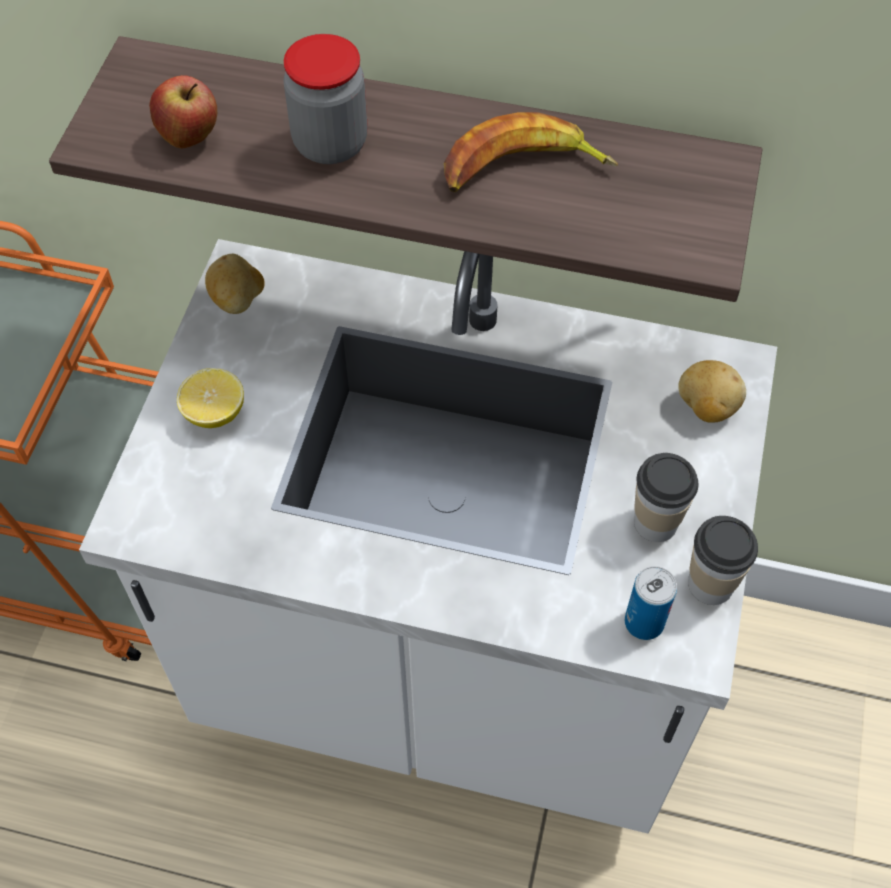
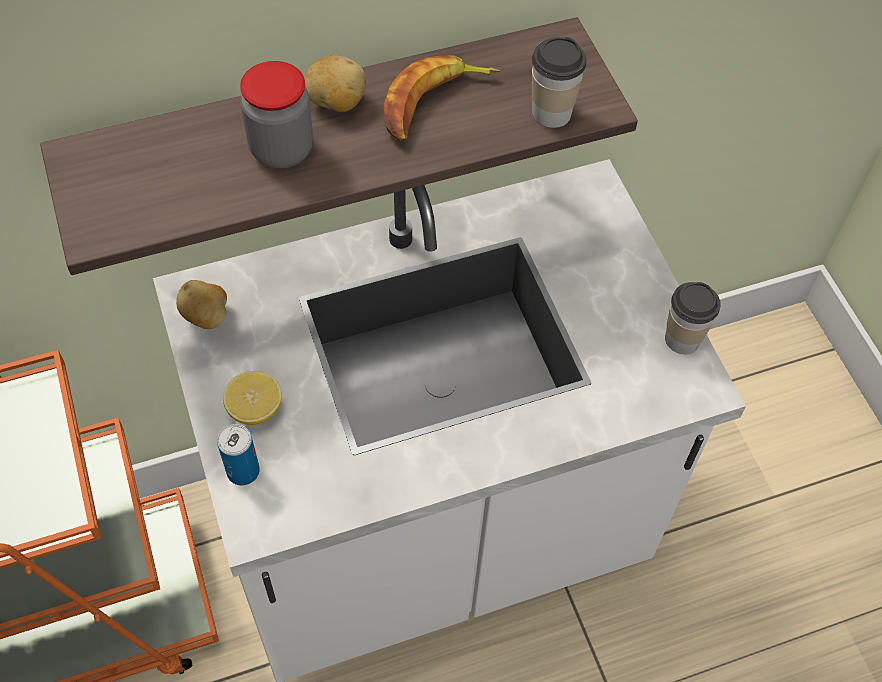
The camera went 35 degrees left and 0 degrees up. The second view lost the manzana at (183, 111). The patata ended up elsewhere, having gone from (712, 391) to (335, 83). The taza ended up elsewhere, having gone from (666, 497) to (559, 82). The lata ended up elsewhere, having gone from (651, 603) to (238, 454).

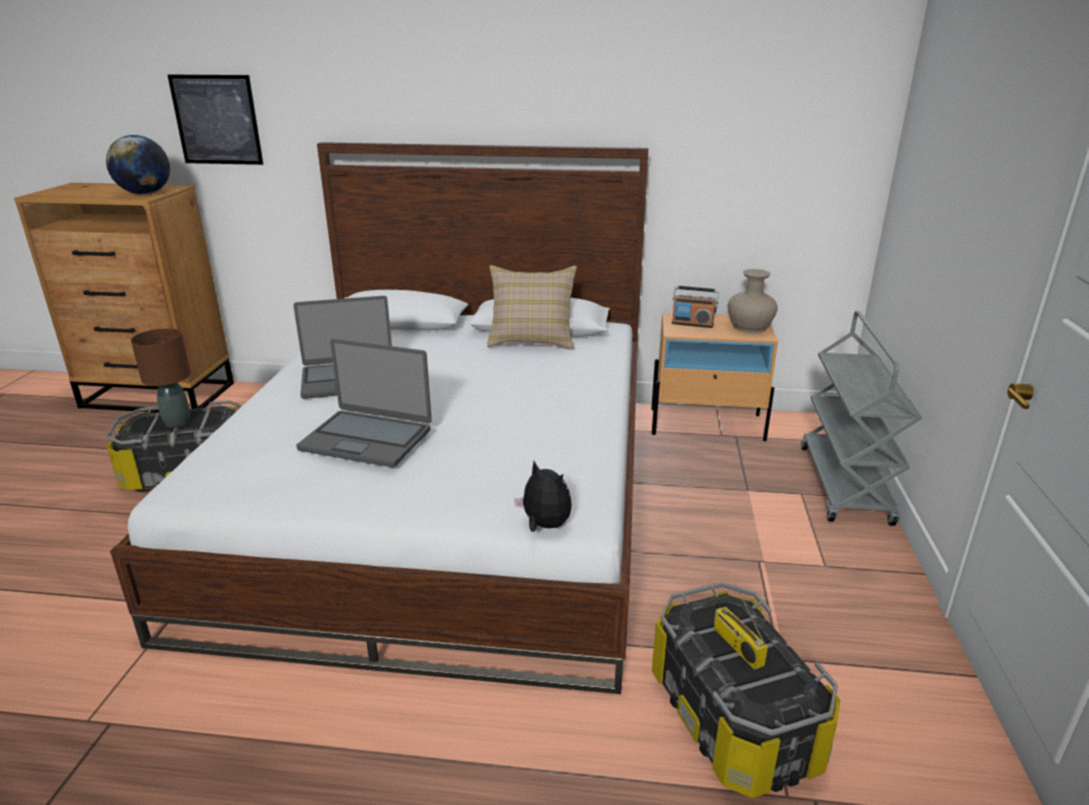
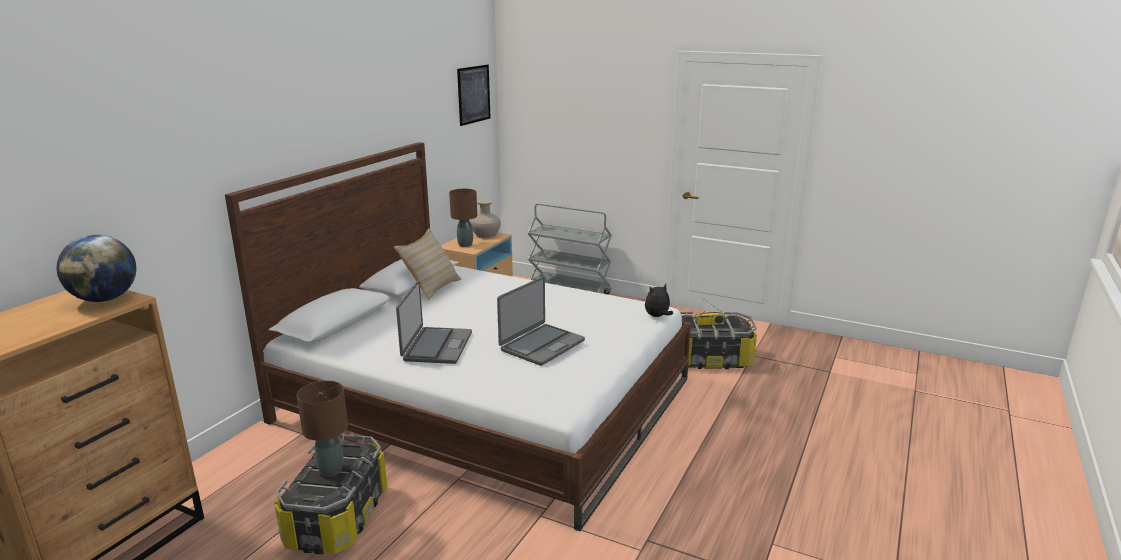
The camera went 70 degrees left and 5 degrees down. The cuadro ended up elsewhere, having gone from (215, 120) to (474, 95). Where the radio stood at (695, 307), the lámpara de mesa (marrón) came to stand at (463, 218).

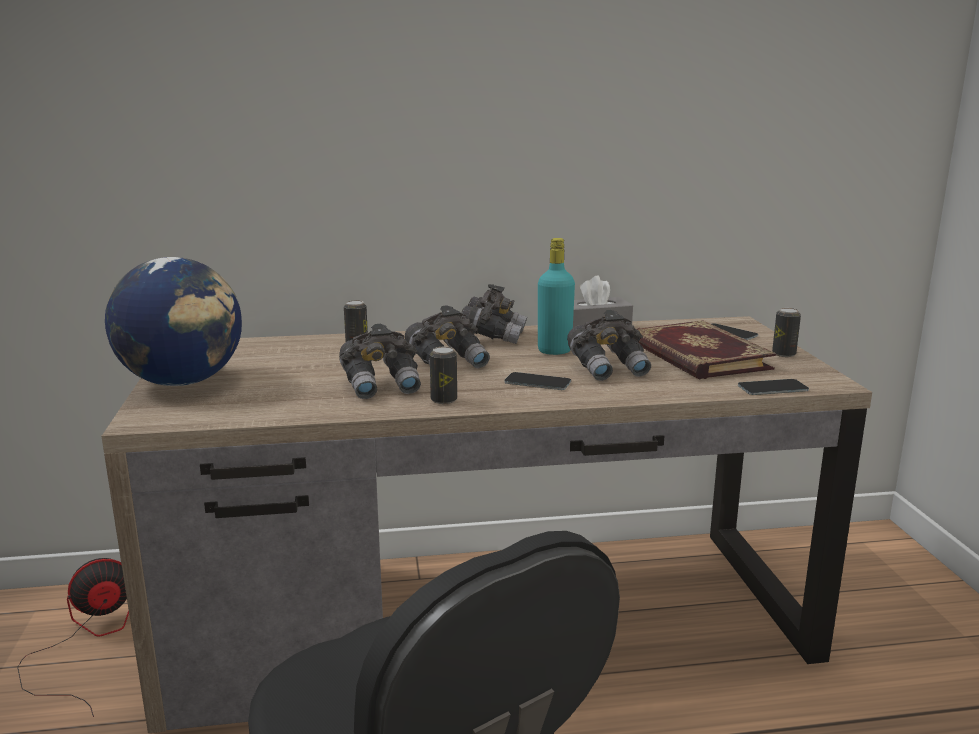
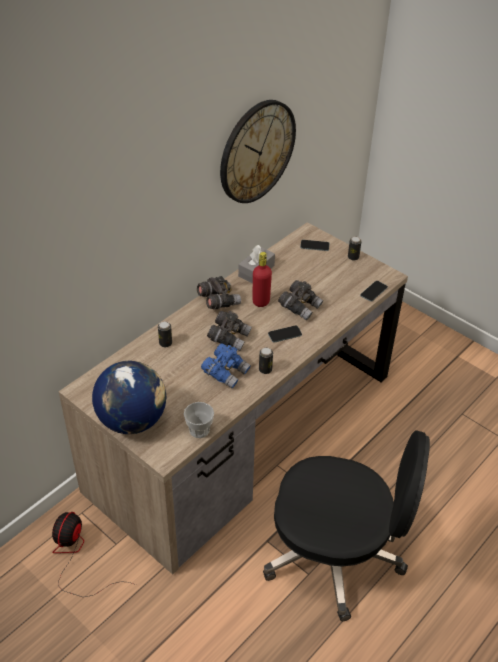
The camera went 40 degrees left and 25 degrees up. What was the botella (turquesa) at (556, 296) turned into the botella (rojo) at (262, 279). The second view lost the libro at (706, 349). What was the prismáticos (gris) at (380, 361) turned into the prismáticos (azul) at (226, 366). The second view gained the reloj de pared at (258, 151). The second view gained the taza at (199, 420).

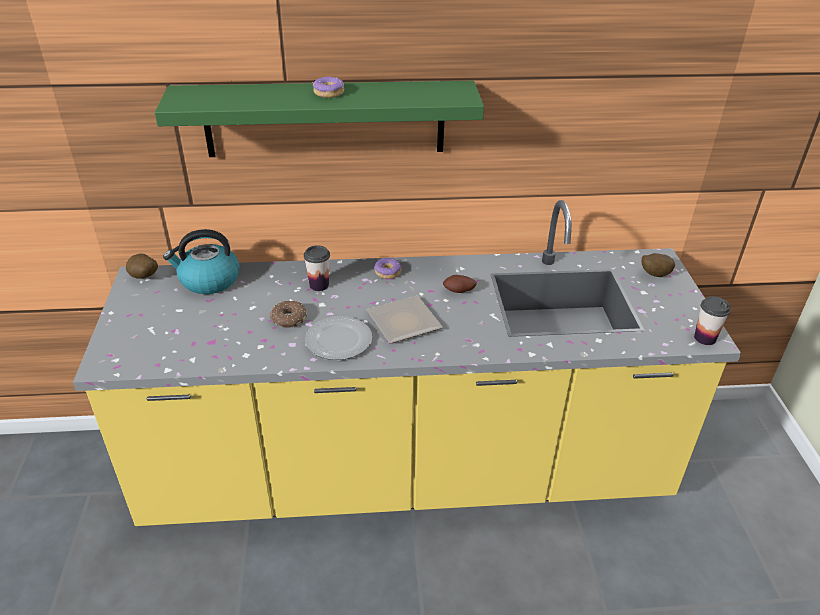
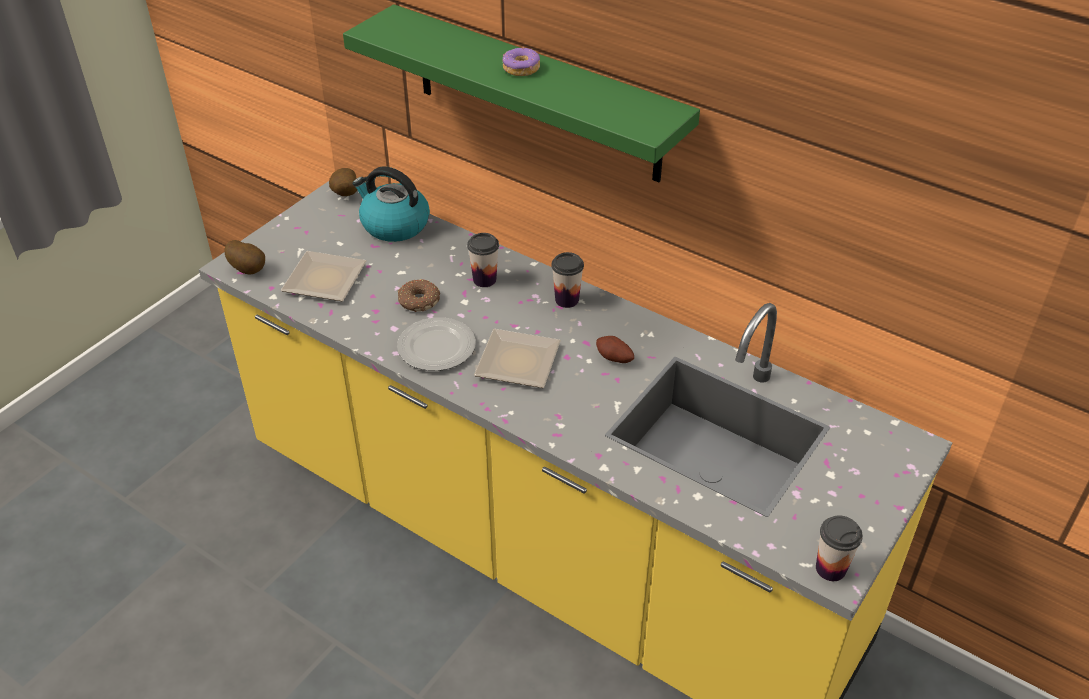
The camera went 40 degrees right and 5 degrees up. The patata ended up elsewhere, having gone from (658, 265) to (244, 257). Where the rosquilla stood at (388, 268), the taza came to stand at (567, 280). The second view gained the plato at (323, 276).

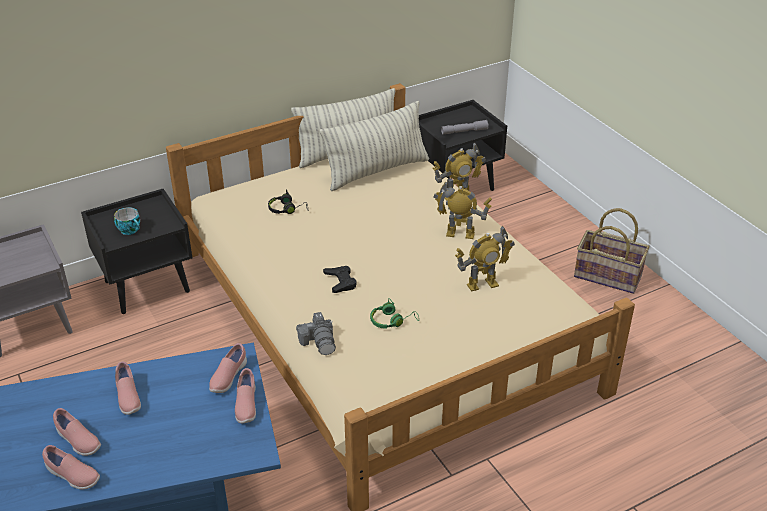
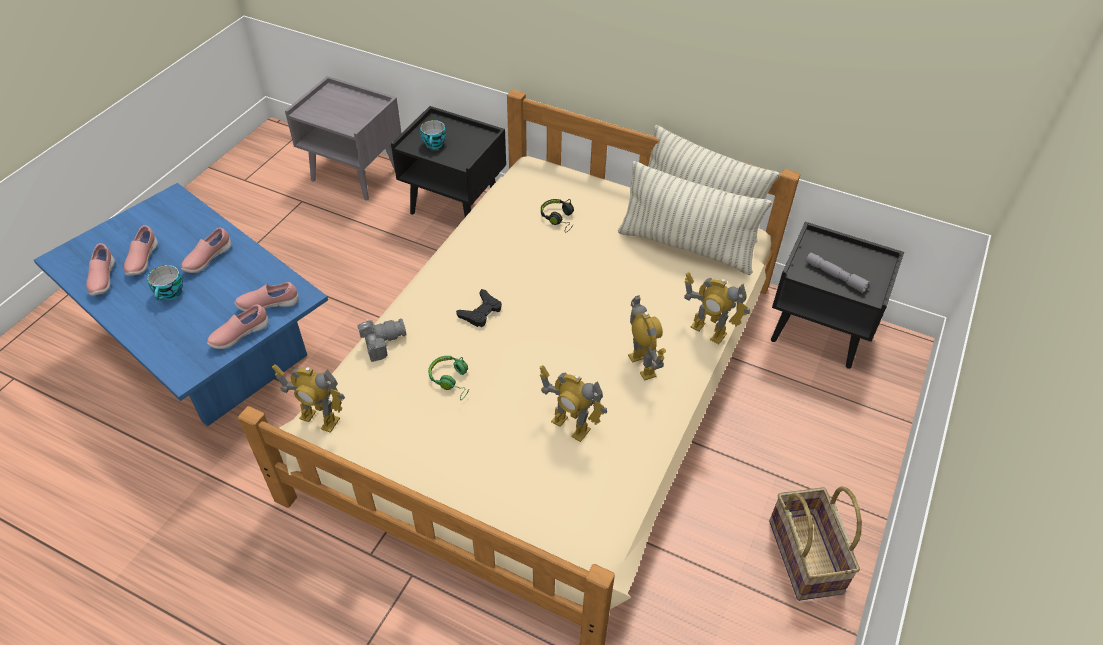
The camera went 55 degrees right and 10 degrees up. The cámara at (316, 333) ended up facing another way, 150 degrees counterclockwise from before. The second view gained the taza at (165, 283). The second view gained the robot de juguete at (308, 398).

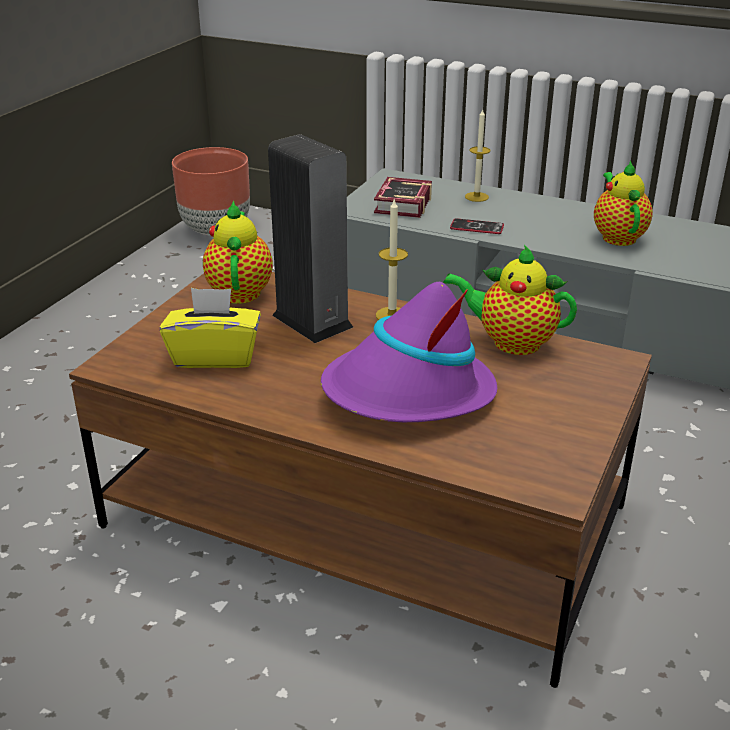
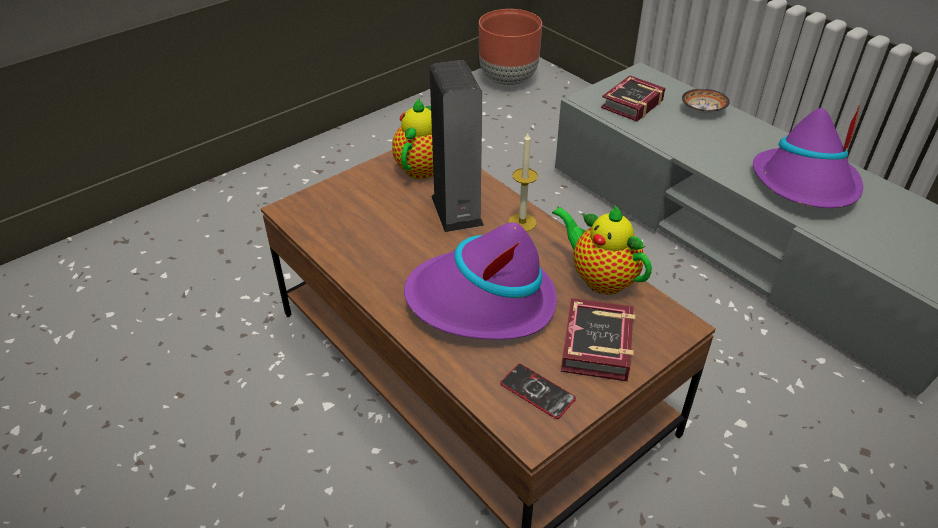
The camera went 25 degrees right and 10 degrees up. Where the vela stood at (477, 155), the cuenco came to stand at (706, 101). Where the tetera stood at (623, 203), the sombrero (morado) came to stand at (808, 156). The móvil ended up elsewhere, having gone from (477, 226) to (538, 391). The second view lost the caja de pañuelos (amarillo) at (210, 328). The second view gained the libro at (598, 340).

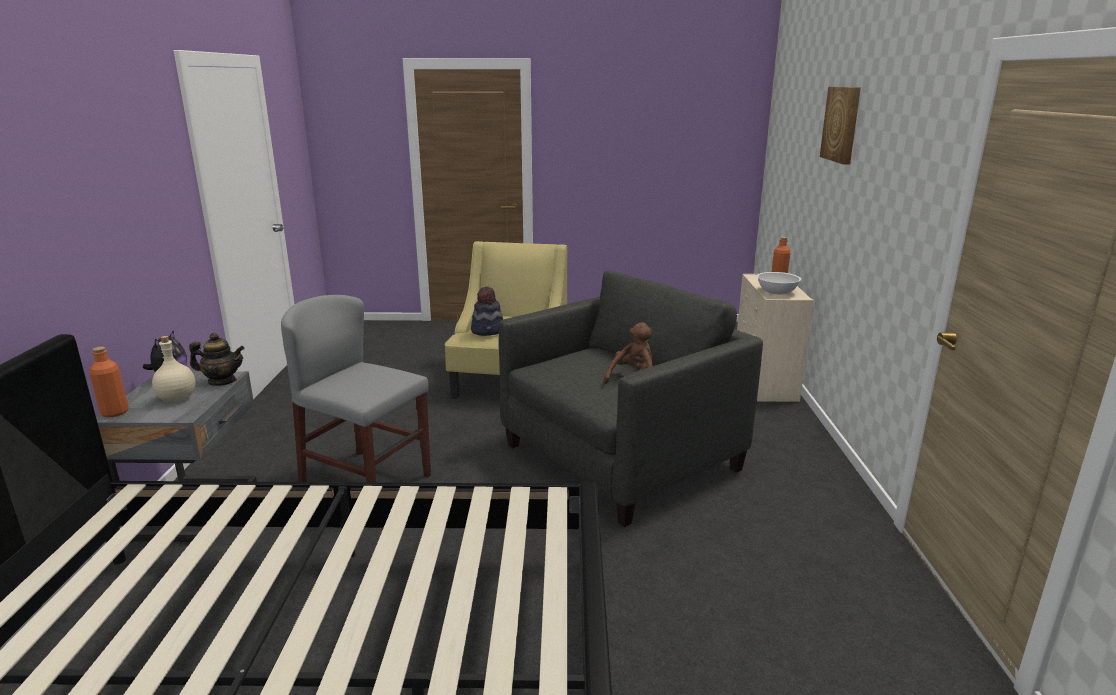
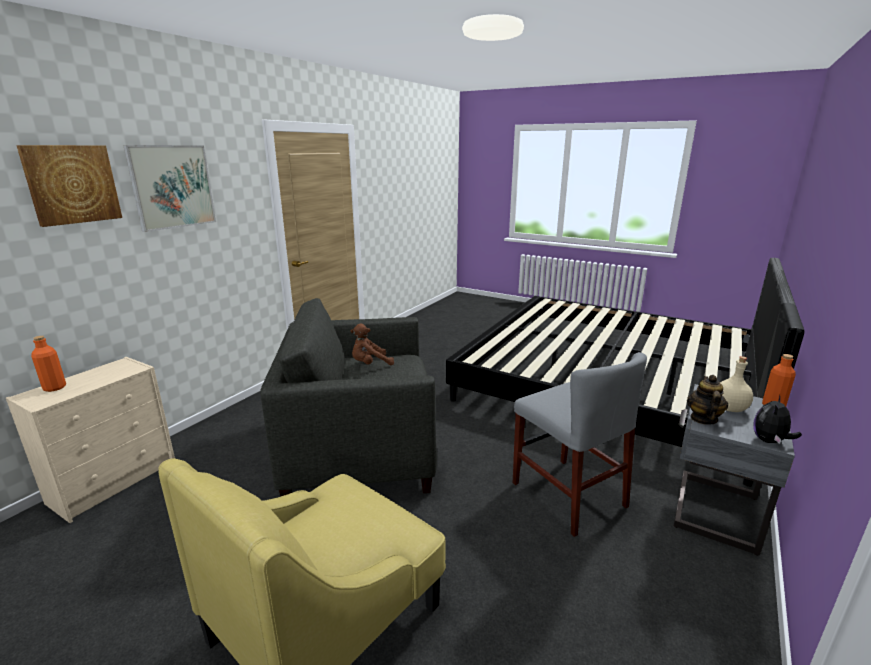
The camera went 150 degrees left and 0 degrees up. The second view lost the cuenco (blanco) at (779, 283). The second view lost the sombrero at (487, 311). The tetera at (217, 359) ended up facing another way, 75 degrees clockwise from before. The second view gained the cuadro at (169, 188).

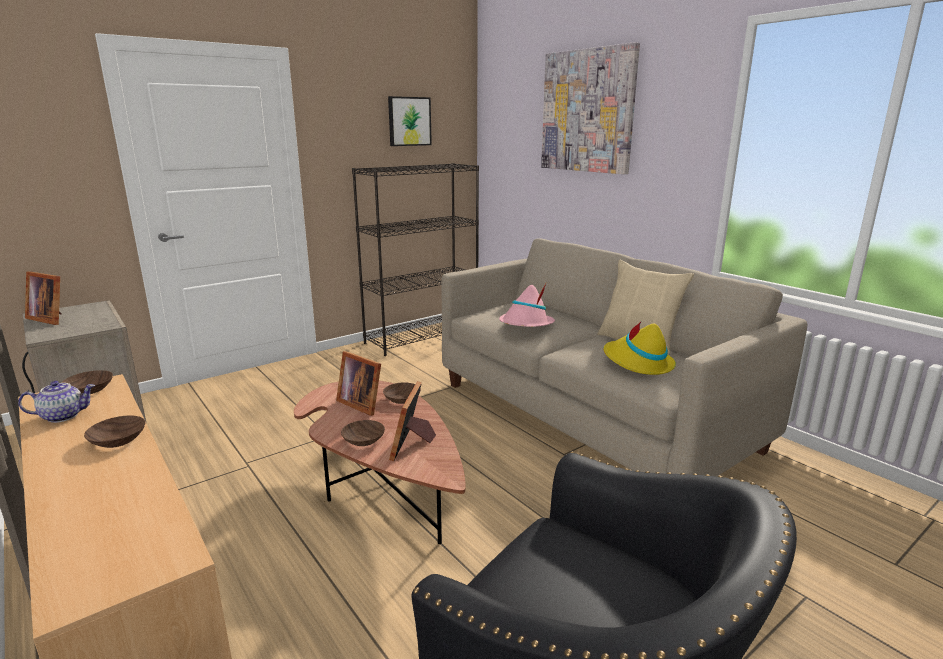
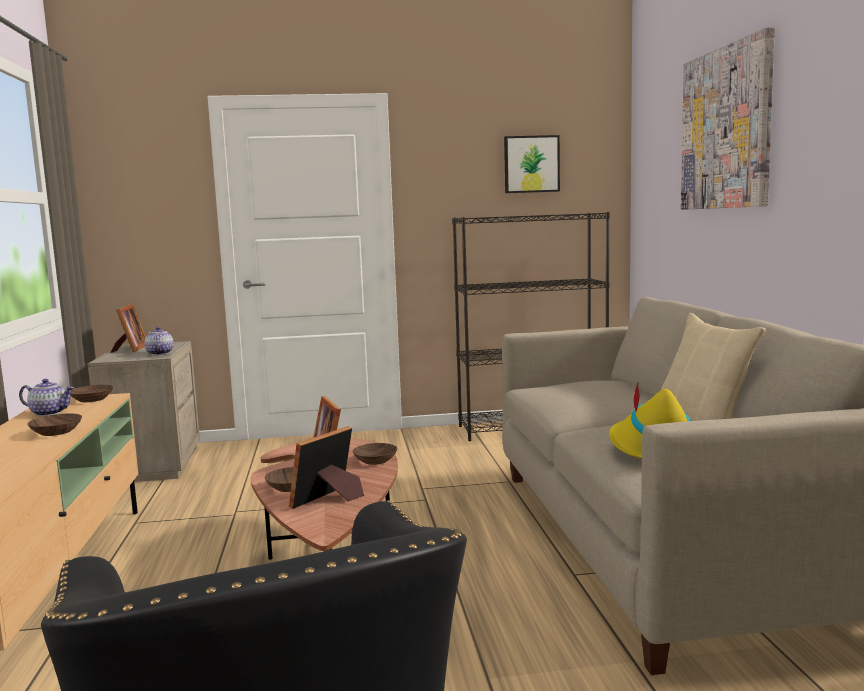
The camera went 30 degrees right and 10 degrees down. The portarretratos at (43, 298) ended up facing another way, 150 degrees counterclockwise from before. The second view lost the sombrero (rosa) at (527, 305). The second view gained the tetera at (159, 341).

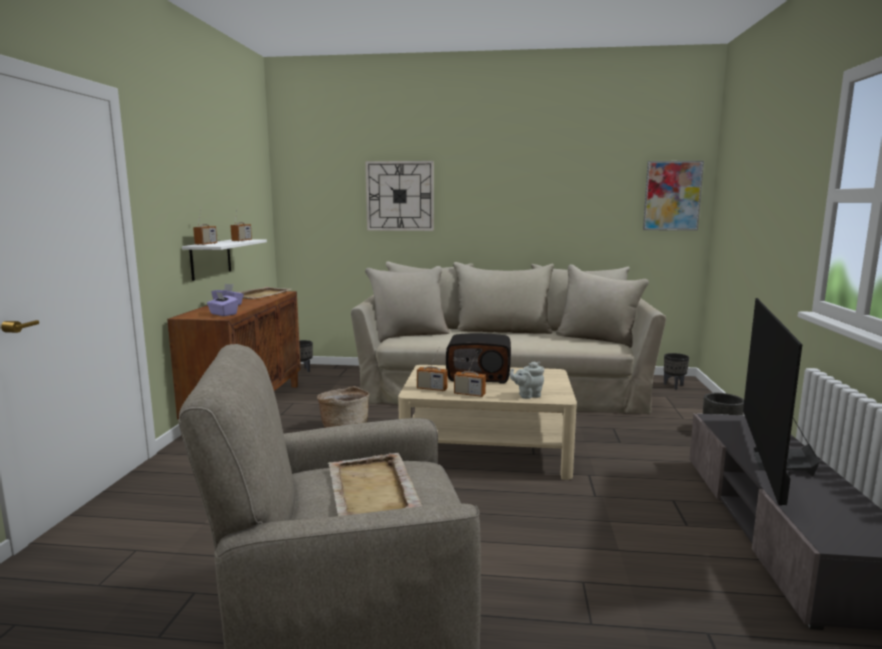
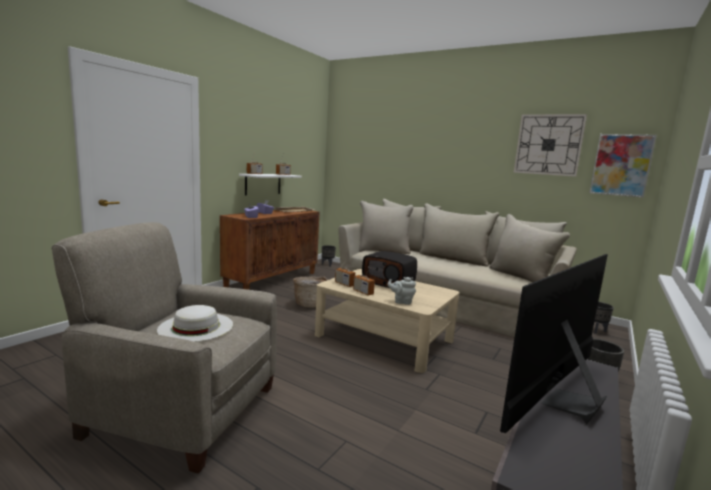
The camera went 25 degrees right and 0 degrees up. The reloj de pared ended up elsewhere, having gone from (399, 196) to (550, 145). Where the bandeja (beis) stood at (375, 484), the sombrero (blanco) came to stand at (195, 323).

